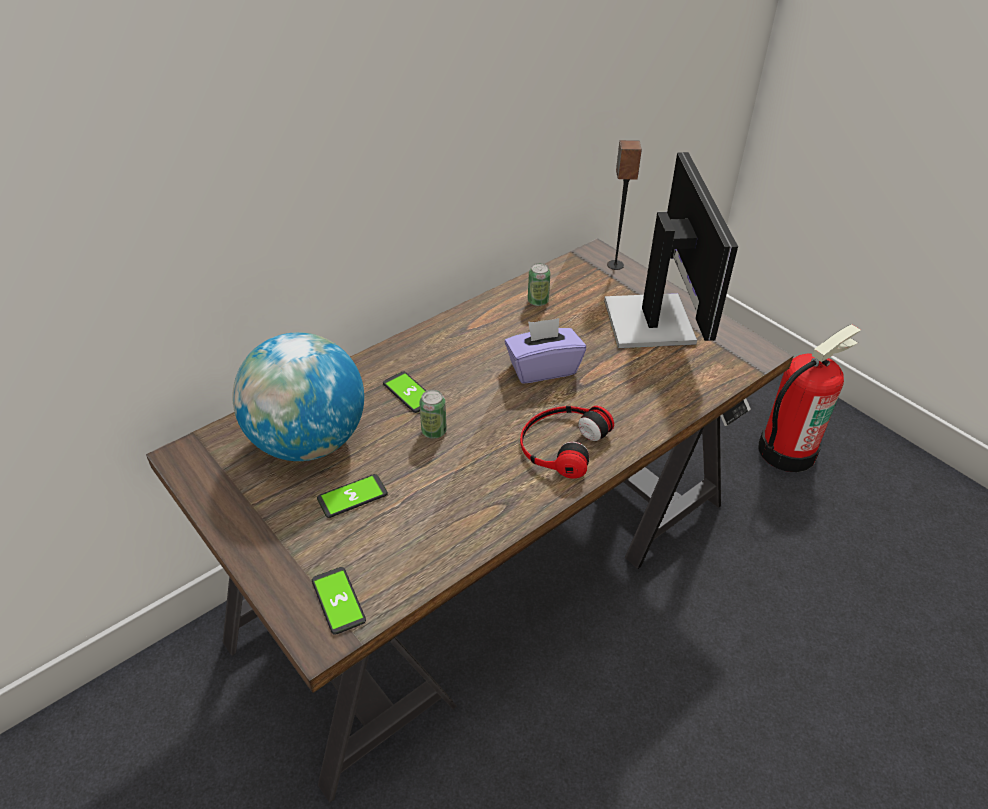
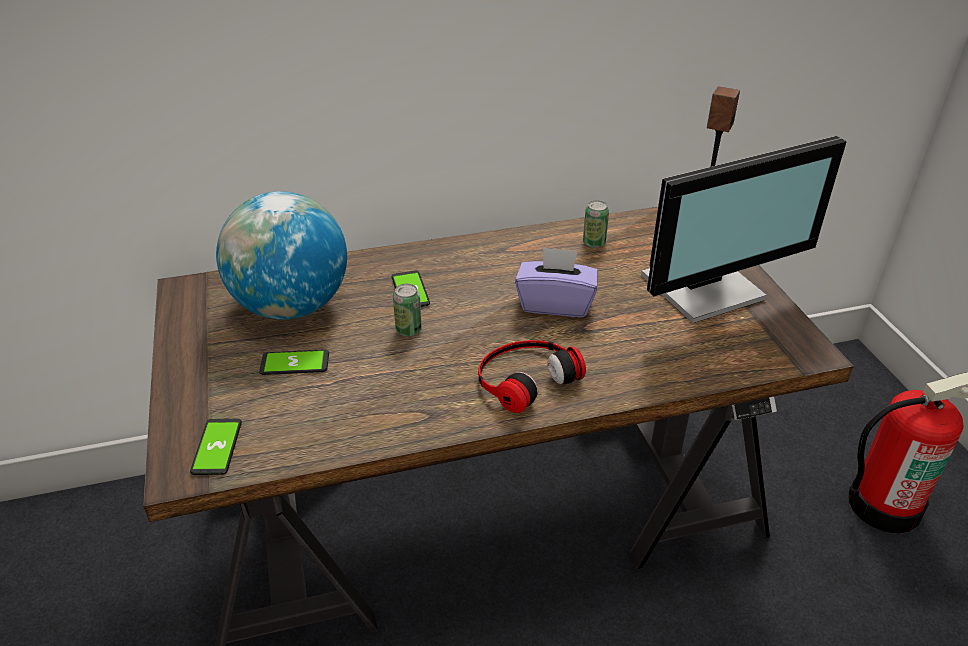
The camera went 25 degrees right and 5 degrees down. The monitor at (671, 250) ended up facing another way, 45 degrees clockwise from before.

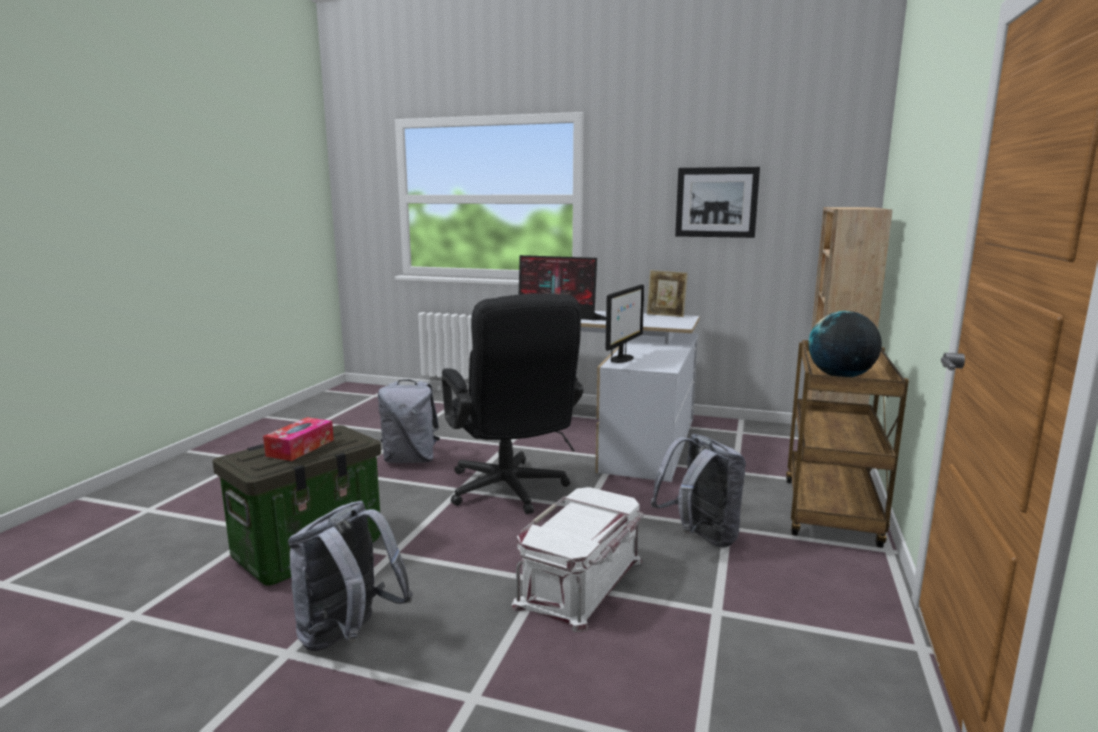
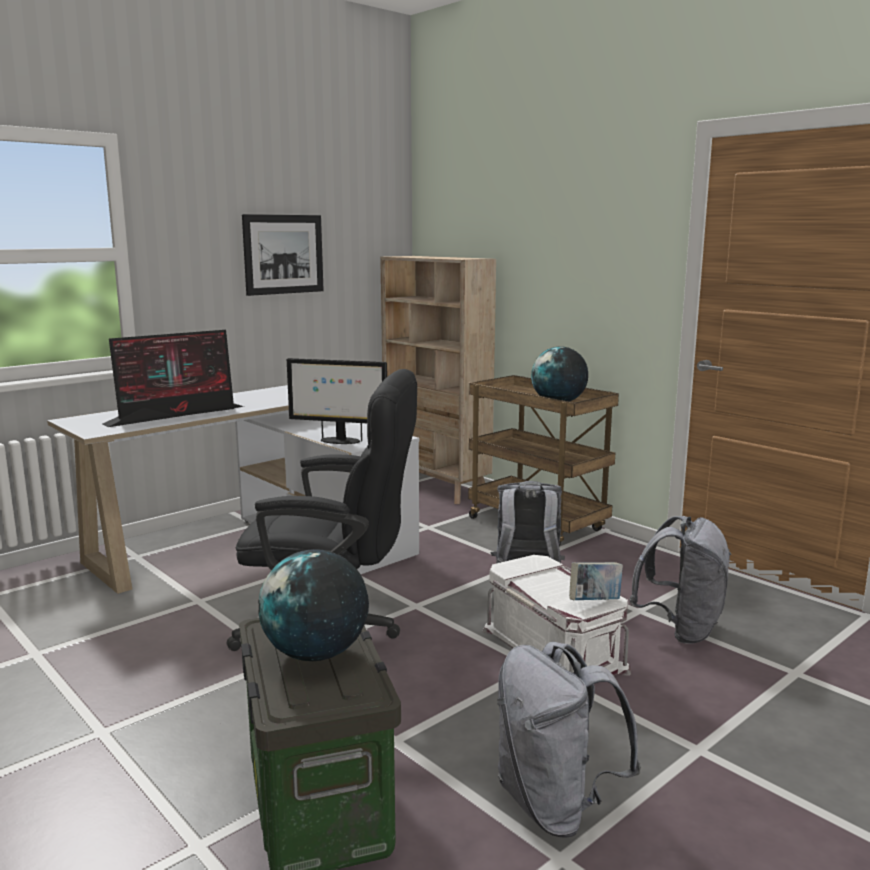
The camera went 60 degrees left and 0 degrees up. The second view lost the portarretratos at (667, 293). The monitor at (624, 323) ended up facing another way, 135 degrees clockwise from before. The mochila (gris) ended up elsewhere, having gone from (409, 421) to (680, 580). Where the caja de pañuelos stood at (298, 439), the globo terráqueo came to stand at (314, 605). The second view gained the libro at (596, 581).

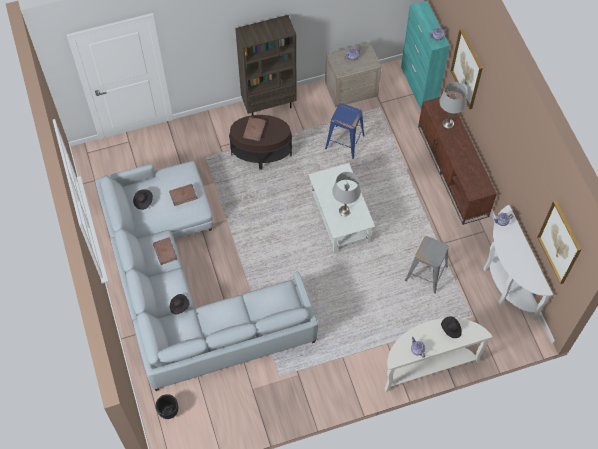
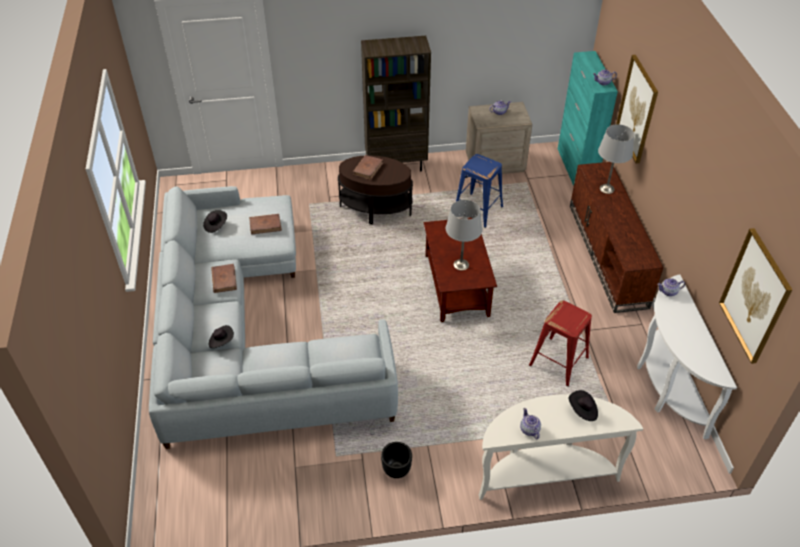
The camera went 10 degrees right and 15 degrees down. What was the mesa de centro (blanco) at (341, 208) turned into the mesa de centro (marrón) at (460, 270). What was the taburete (gris) at (427, 264) turned into the taburete (rojo) at (560, 343). The maceta (negro) ended up elsewhere, having gone from (167, 406) to (396, 460).

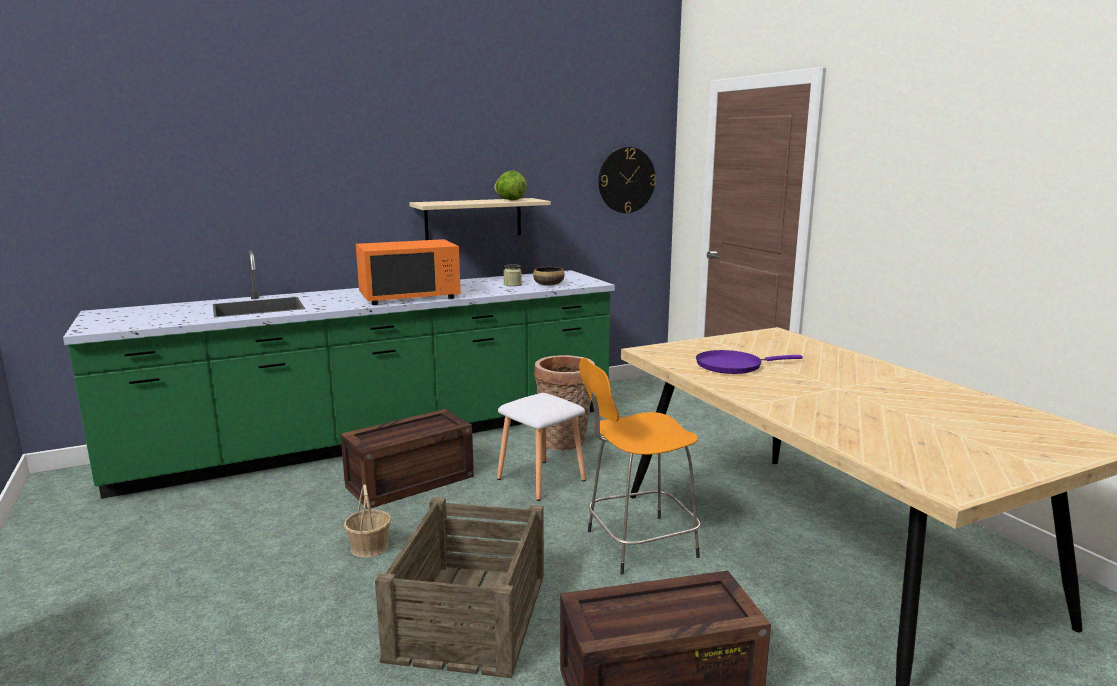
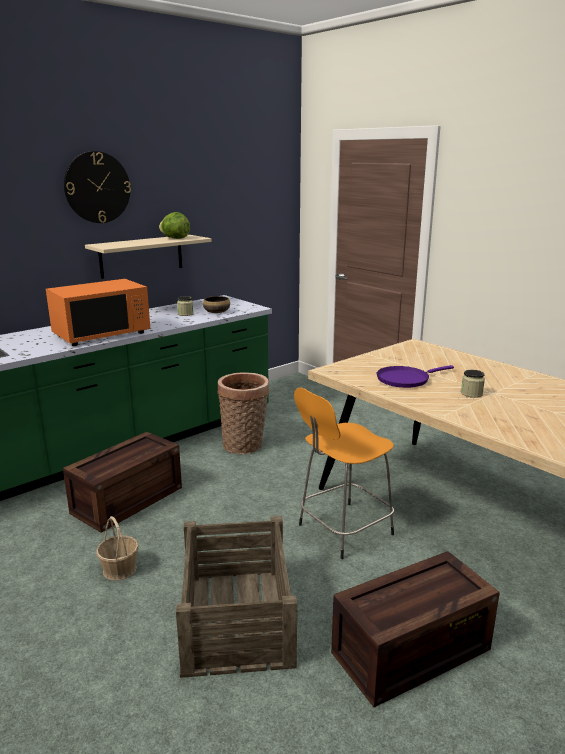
The camera went 15 degrees left and 5 degrees up. The reloj de pared ended up elsewhere, having gone from (627, 180) to (97, 187). The second view lost the taburete (blanco) at (541, 447). The second view gained the tarro at (473, 384).

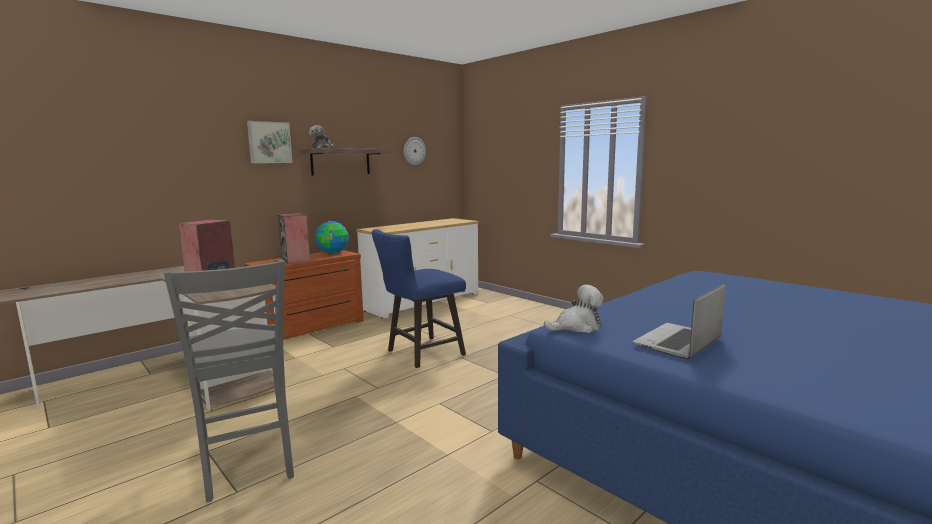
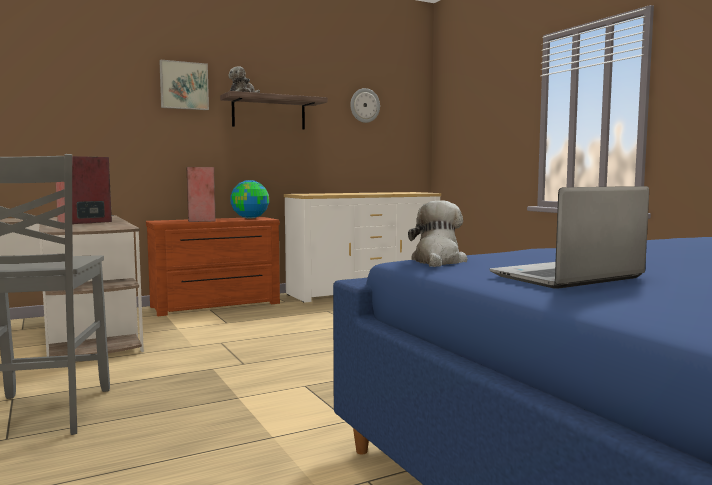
The camera went 15 degrees right and 5 degrees down. The second view lost the taburete (azul) at (418, 298). The peluche at (574, 309) ended up facing another way, 75 degrees counterclockwise from before.

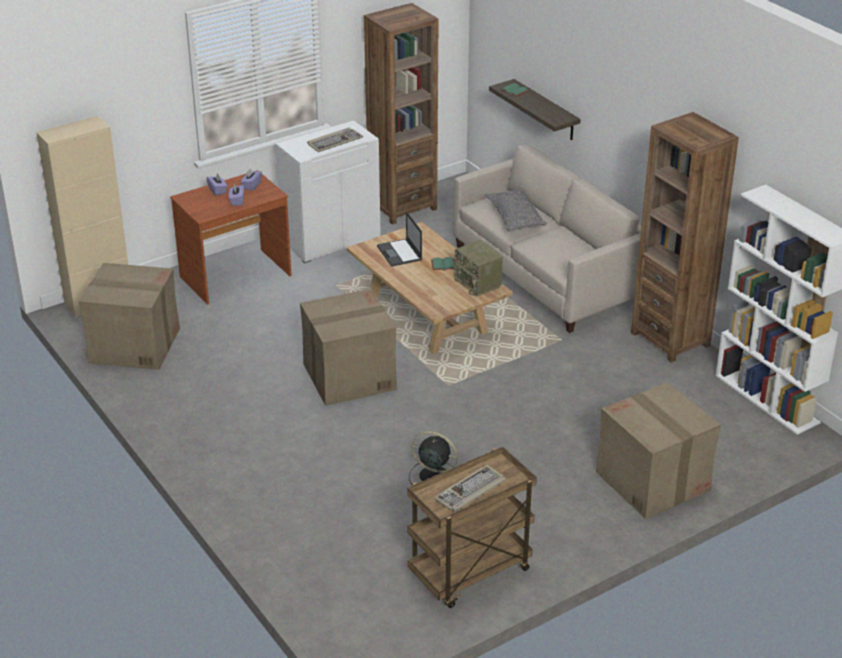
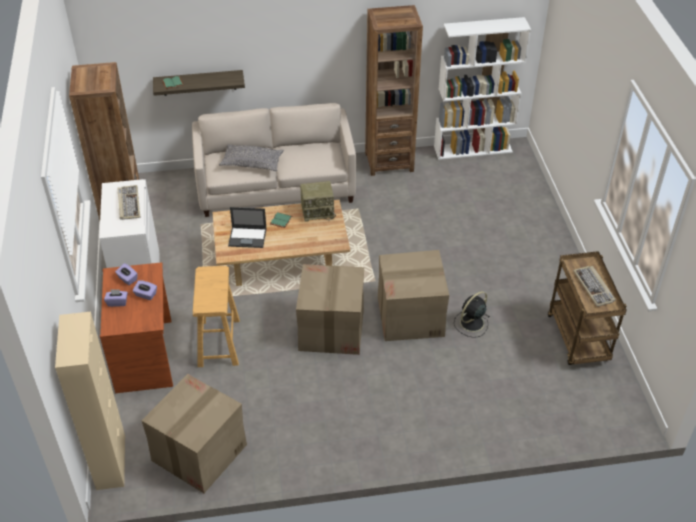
The camera went 65 degrees left and 10 degrees up. The caja de cartón ended up elsewhere, having gone from (658, 450) to (413, 295). The second view gained the taburete (beis) at (216, 316).

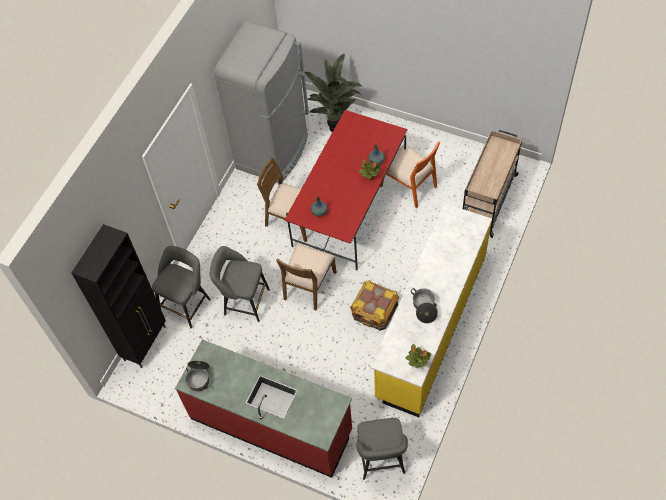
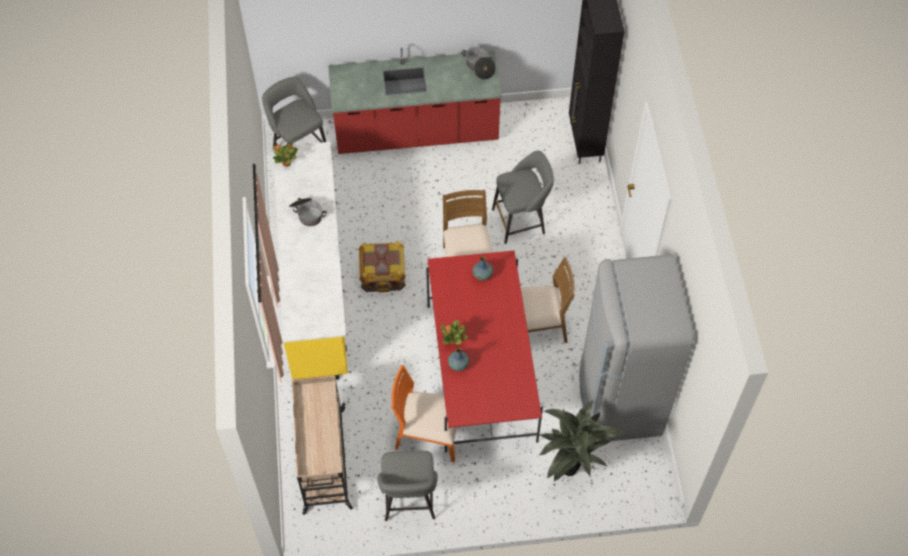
The camera went 145 degrees right and 0 degrees up. The taburete (gris) ended up elsewhere, having gone from (181, 287) to (407, 486).

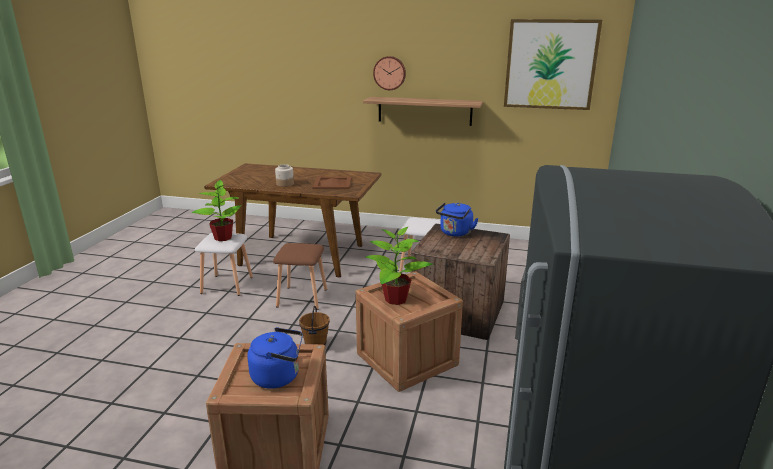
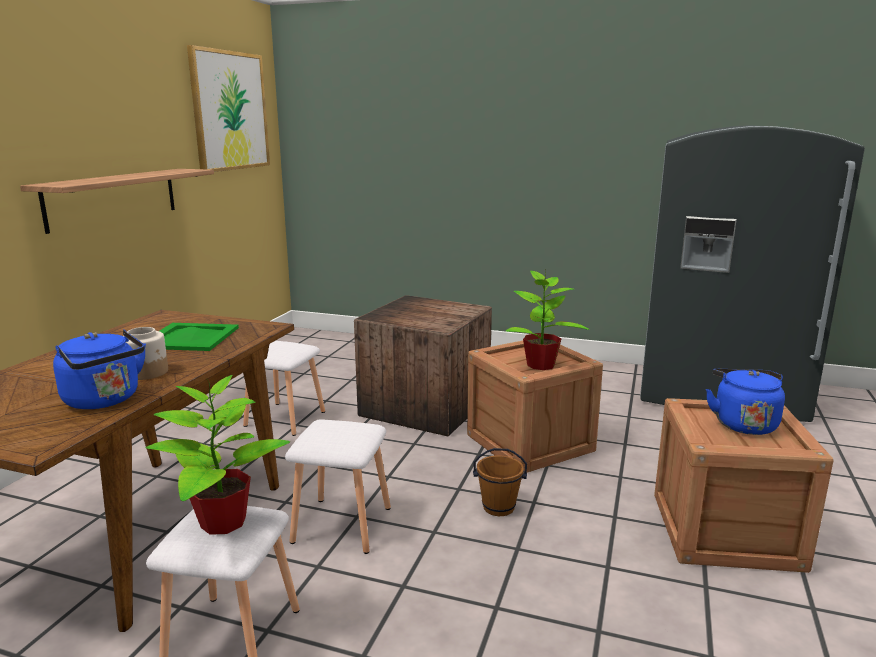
The camera went 85 degrees left and 5 degrees down. The second view lost the reloj de pared at (389, 73). What was the bandeja (marrón) at (332, 183) turned into the bandeja (verde) at (199, 337). The hervidor (azul) ended up elsewhere, having gone from (457, 219) to (99, 369). What was the taburete (marrón) at (300, 276) turned into the taburete (blanco) at (338, 486).

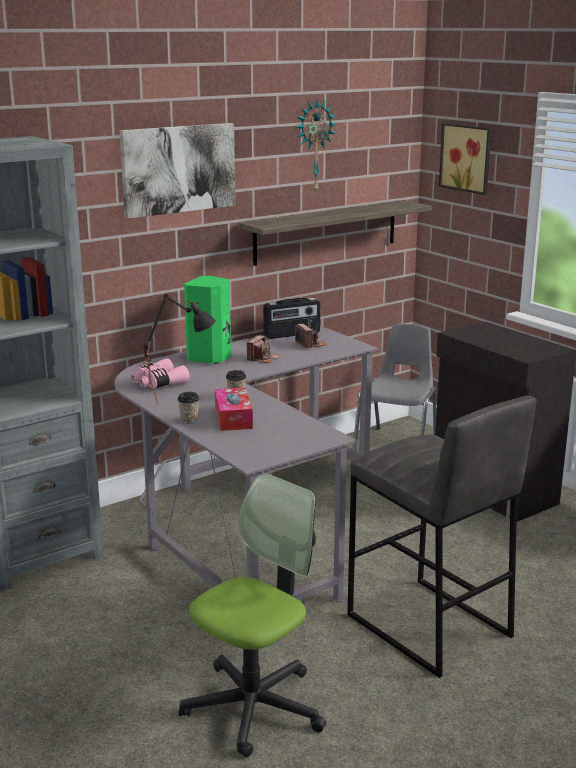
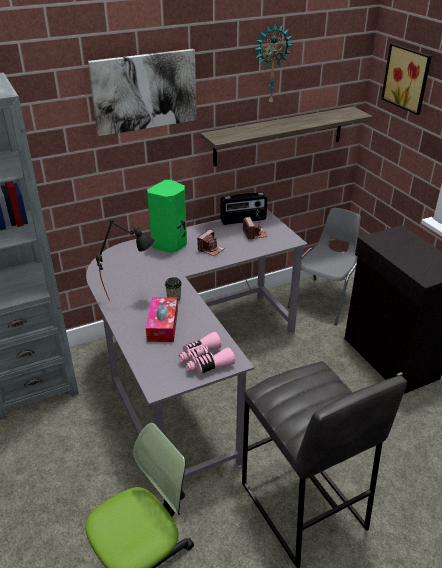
The camera went 10 degrees right and 15 degrees up. The prismáticos (rosa) ended up elsewhere, having gone from (160, 373) to (207, 353). The second view lost the taza at (189, 408).

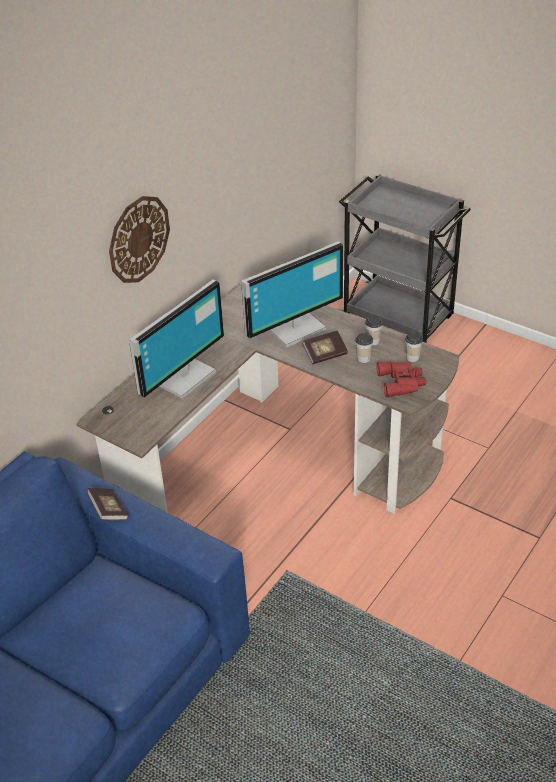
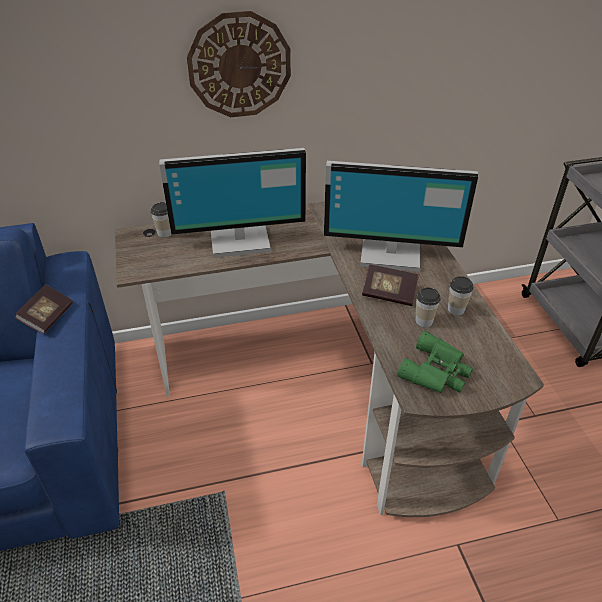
The camera went 40 degrees right and 0 degrees up. The taza ended up elsewhere, having gone from (414, 346) to (161, 220). What was the prismáticos (rojo) at (401, 379) turned into the prismáticos (verde) at (435, 362).

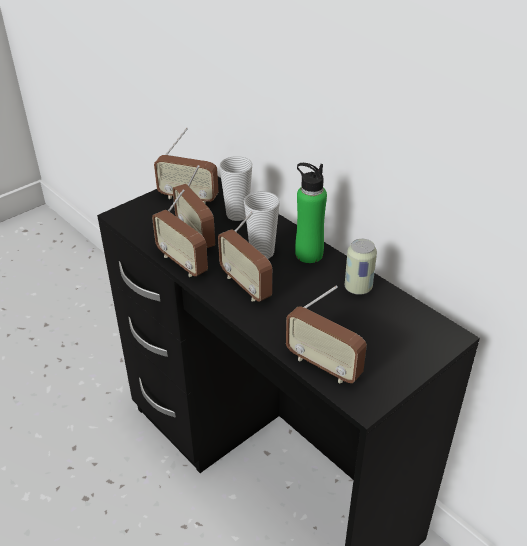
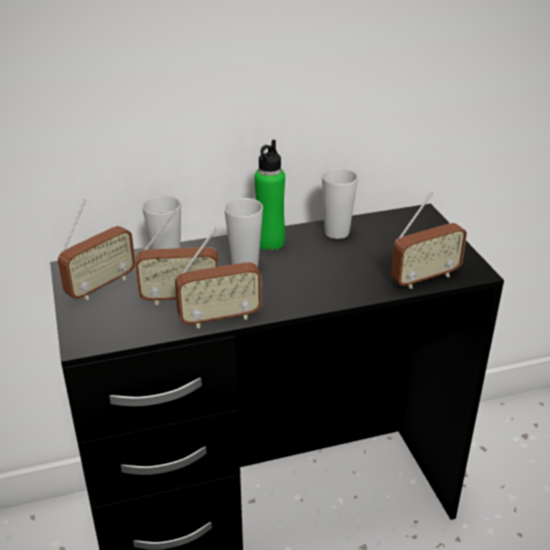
The camera went 65 degrees left and 5 degrees down. The second view lost the radio at (245, 256). Where the lata stood at (361, 267), the taza came to stand at (340, 203).

